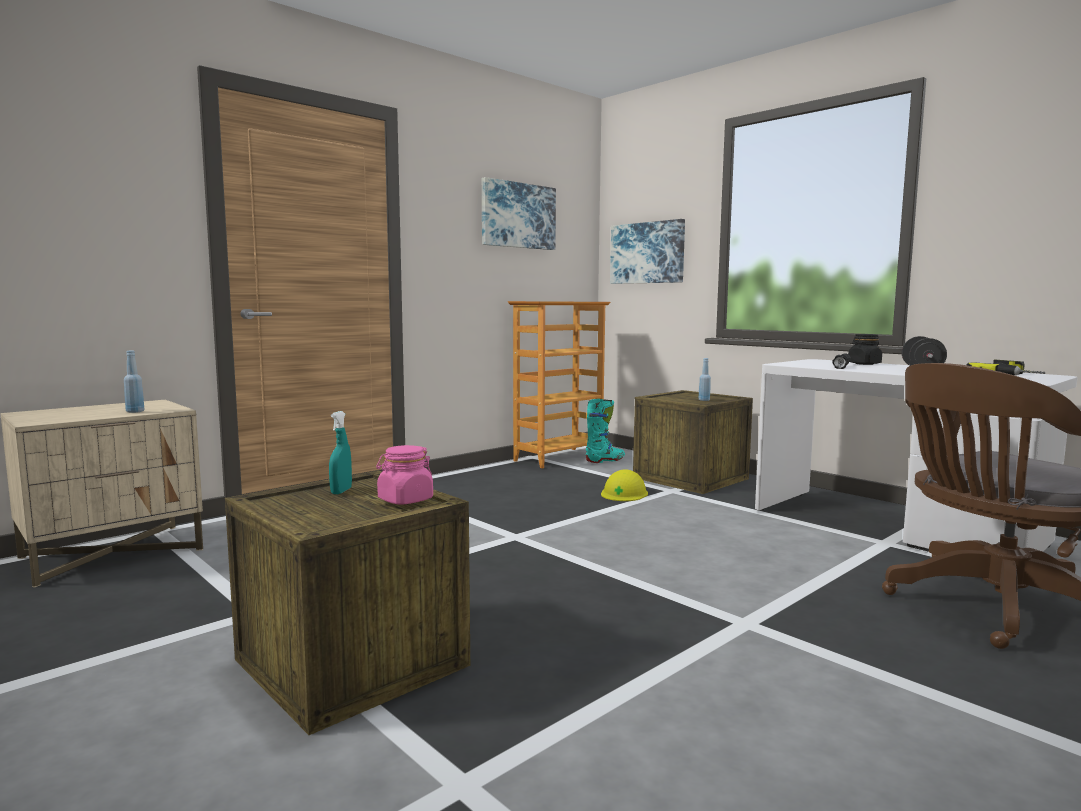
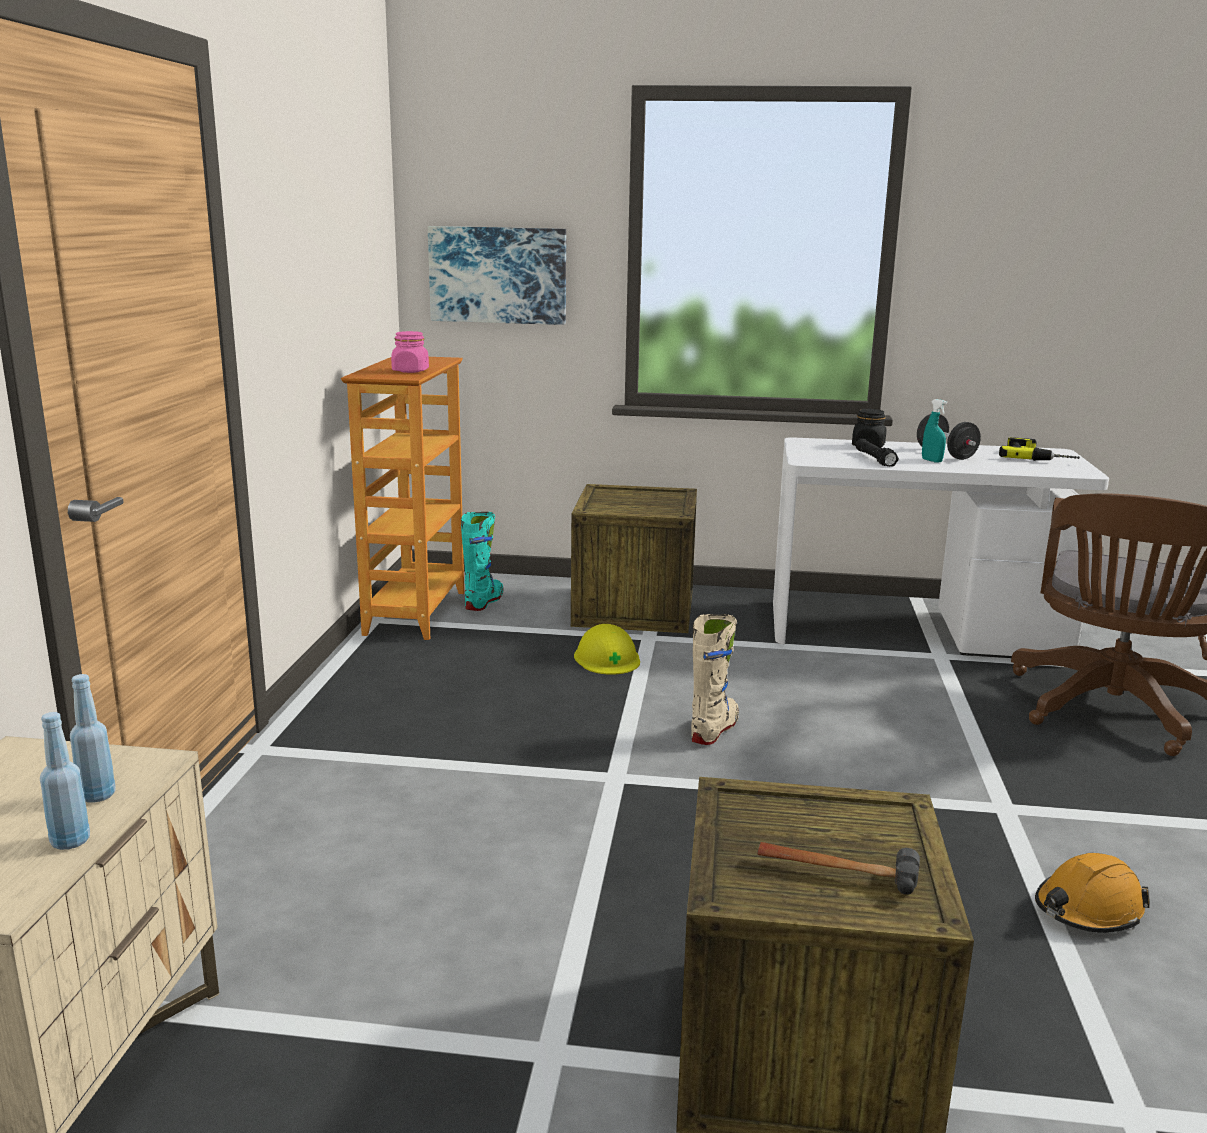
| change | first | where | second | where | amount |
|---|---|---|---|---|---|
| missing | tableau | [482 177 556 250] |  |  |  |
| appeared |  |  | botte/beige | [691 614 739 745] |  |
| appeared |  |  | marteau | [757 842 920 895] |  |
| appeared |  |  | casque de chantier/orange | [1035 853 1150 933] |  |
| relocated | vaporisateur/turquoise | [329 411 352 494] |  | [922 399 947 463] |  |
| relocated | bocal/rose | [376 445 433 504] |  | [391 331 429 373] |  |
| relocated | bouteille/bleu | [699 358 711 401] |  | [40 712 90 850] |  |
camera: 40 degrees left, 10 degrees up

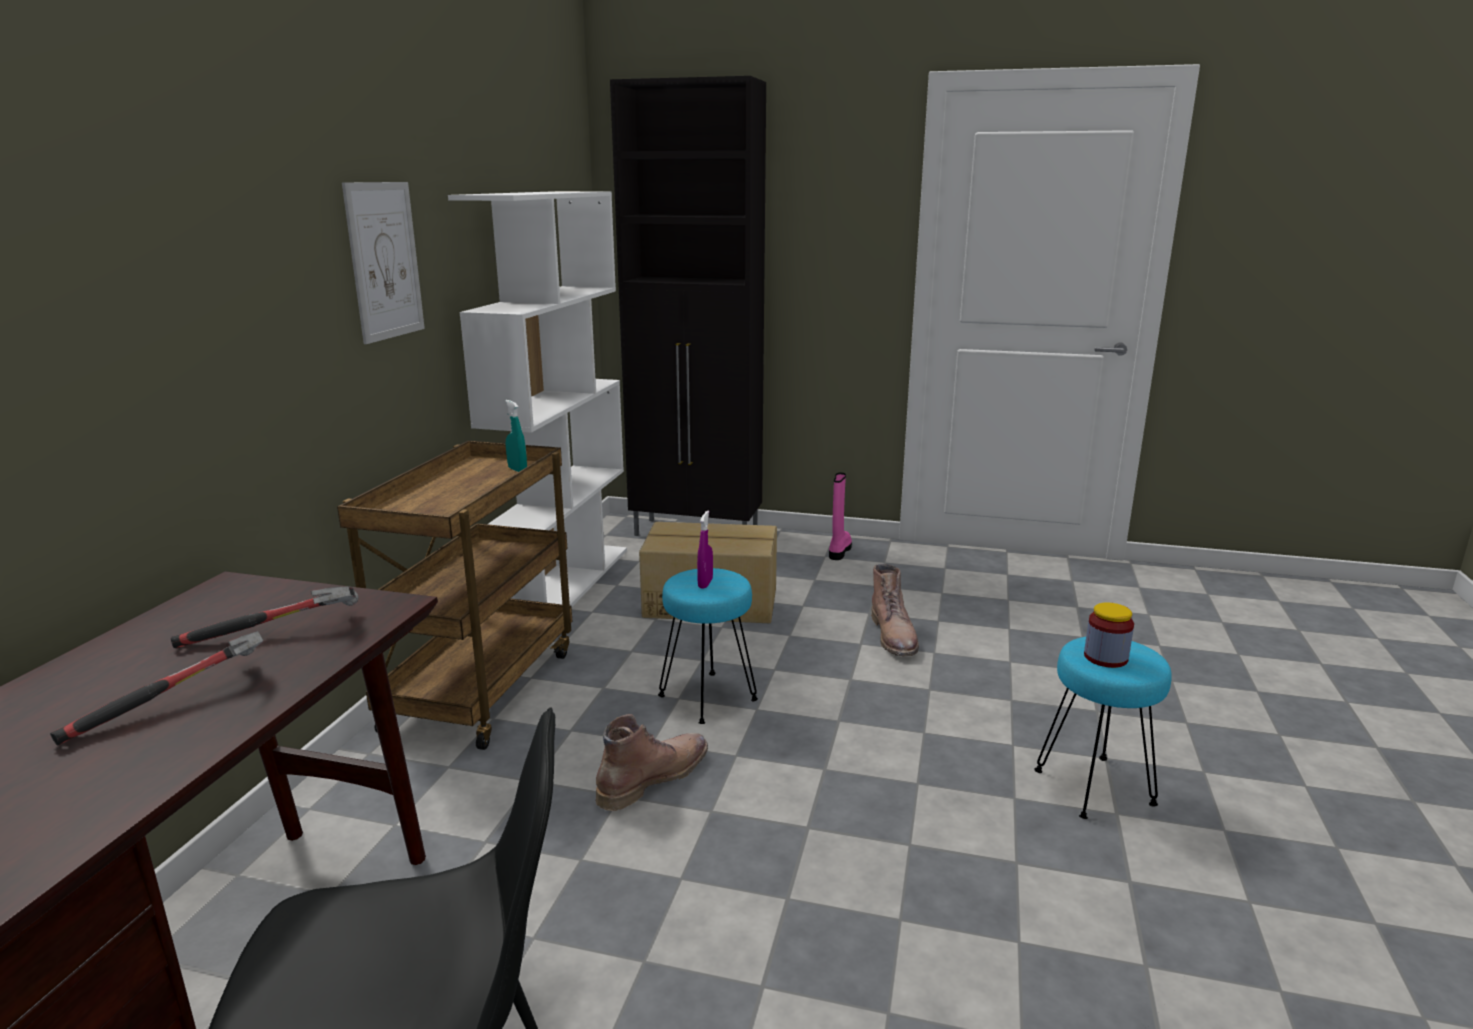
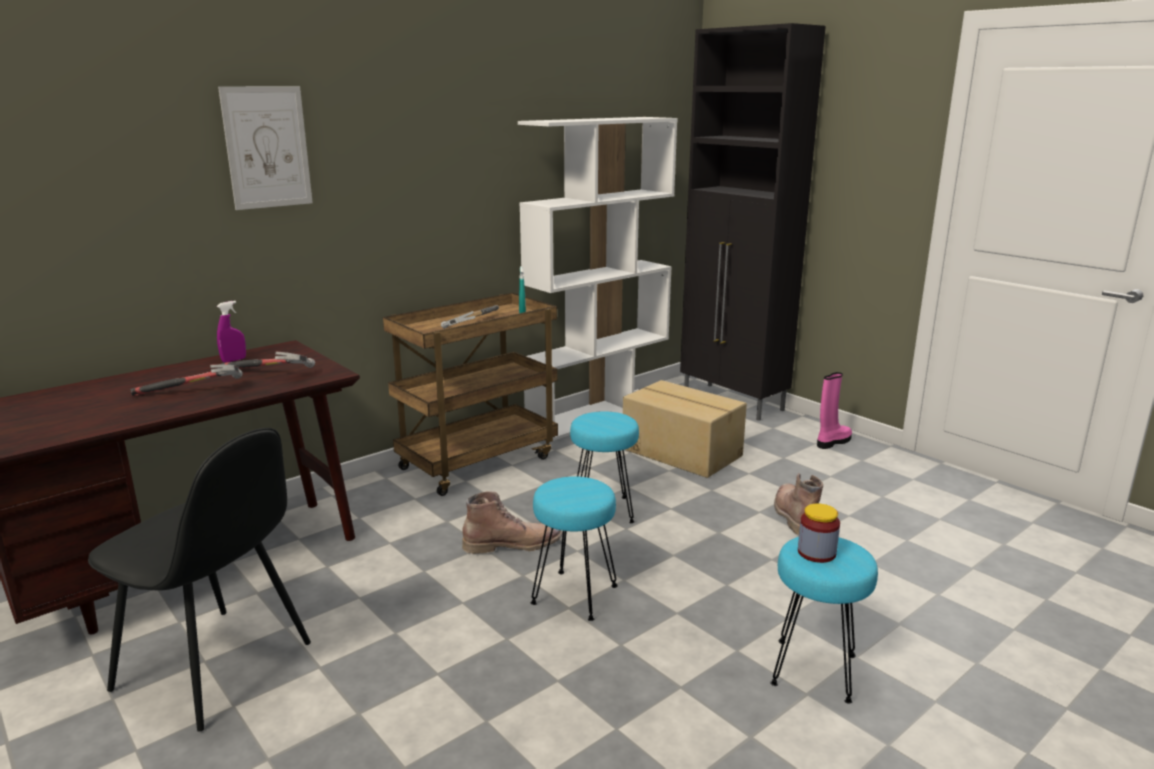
| change | first | where | second | where | amount |
|---|---|---|---|---|---|
| appeared |  |  | marteau | [441 305 499 329] |  |
| appeared |  |  | tabouret/turquoise | [530 476 618 621] |  |
| relocated | tableau | [342 182 425 344] |  | [218 86 313 210] |  |
| relocated | vaporisateur/violet | [697 511 713 589] |  | [217 301 246 362] |  |
| spun | botte/marron | [871 563 919 657] |  | [774 473 823 535] | 150 degrees clockwise |
camera: 35 degrees right, 0 degrees up

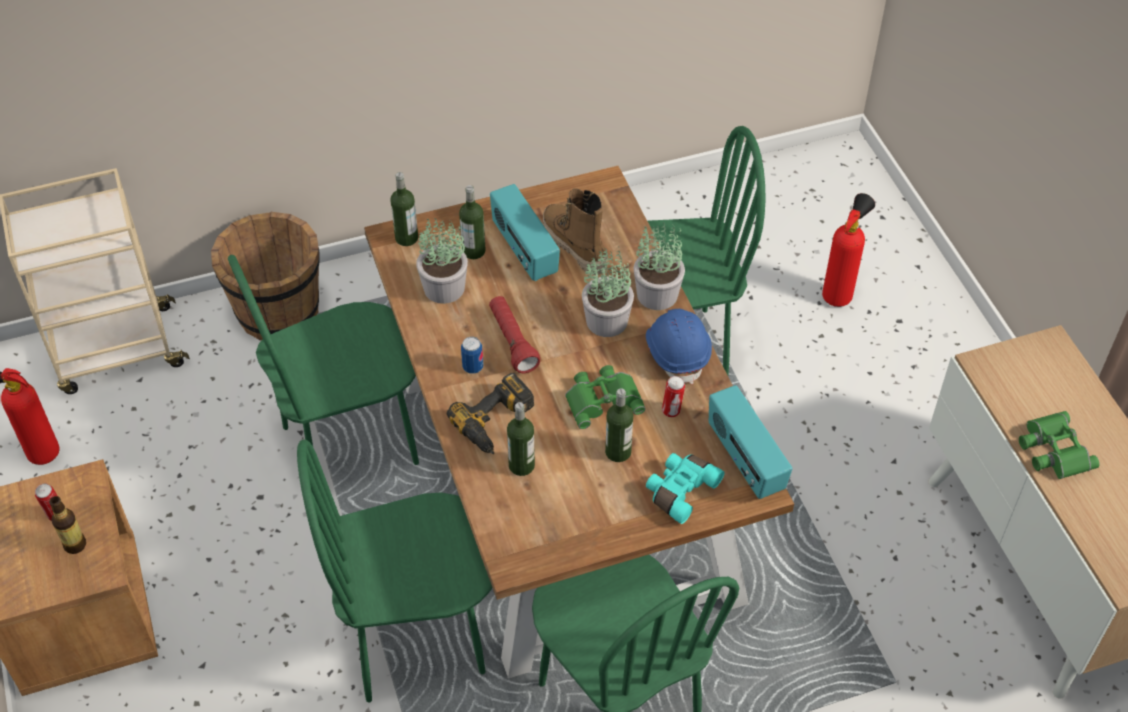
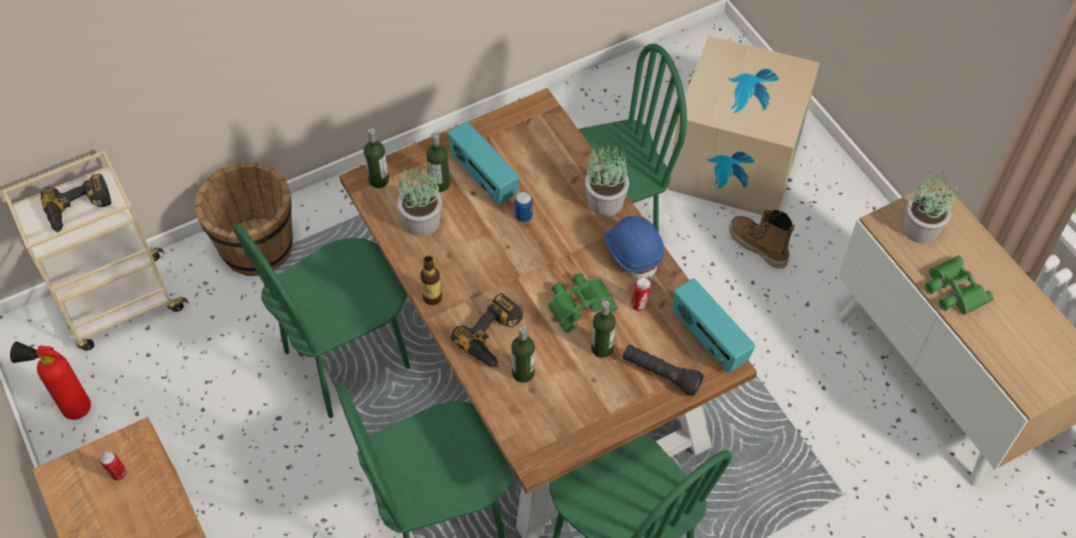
| change | first | where | second | where | amount |
|---|---|---|---|---|---|
| missing | lampe de poche/rouge | [489 296 540 373] |  |  |  |
| appeared |  |  | perceuse | [40 174 111 233] |  |
| relocated | bouteille | [49 496 86 554] |  | [420 256 442 305] |  |
| relocated | boîte métallique | [461 337 483 374] |  | [515 192 533 222] |  |
| relocated | botte | [543 188 607 275] |  | [729 209 795 269] |  |
| relocated | plante en pot | [582 248 634 337] |  | [903 170 957 244] |  |
| exchanged | jumelles/turquoise | [646 453 725 524] | lampe de poche/noir | [623 344 704 396] |  |
| exchanged | extincteur | [822 193 875 307] | carton | [668 35 820 215] |  |
camera: 10 degrees left, 5 degrees up

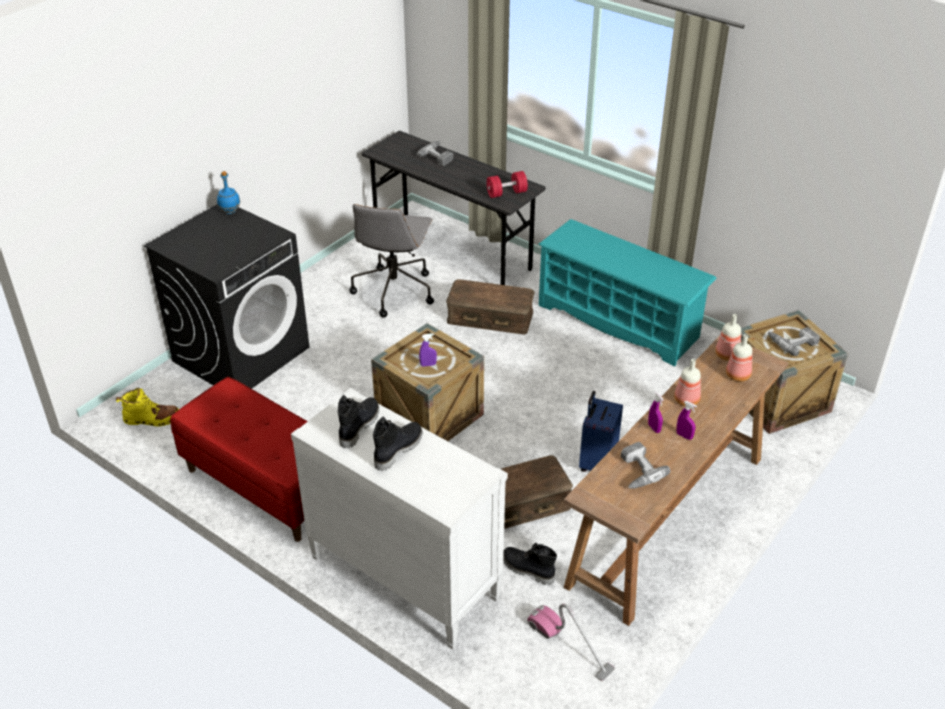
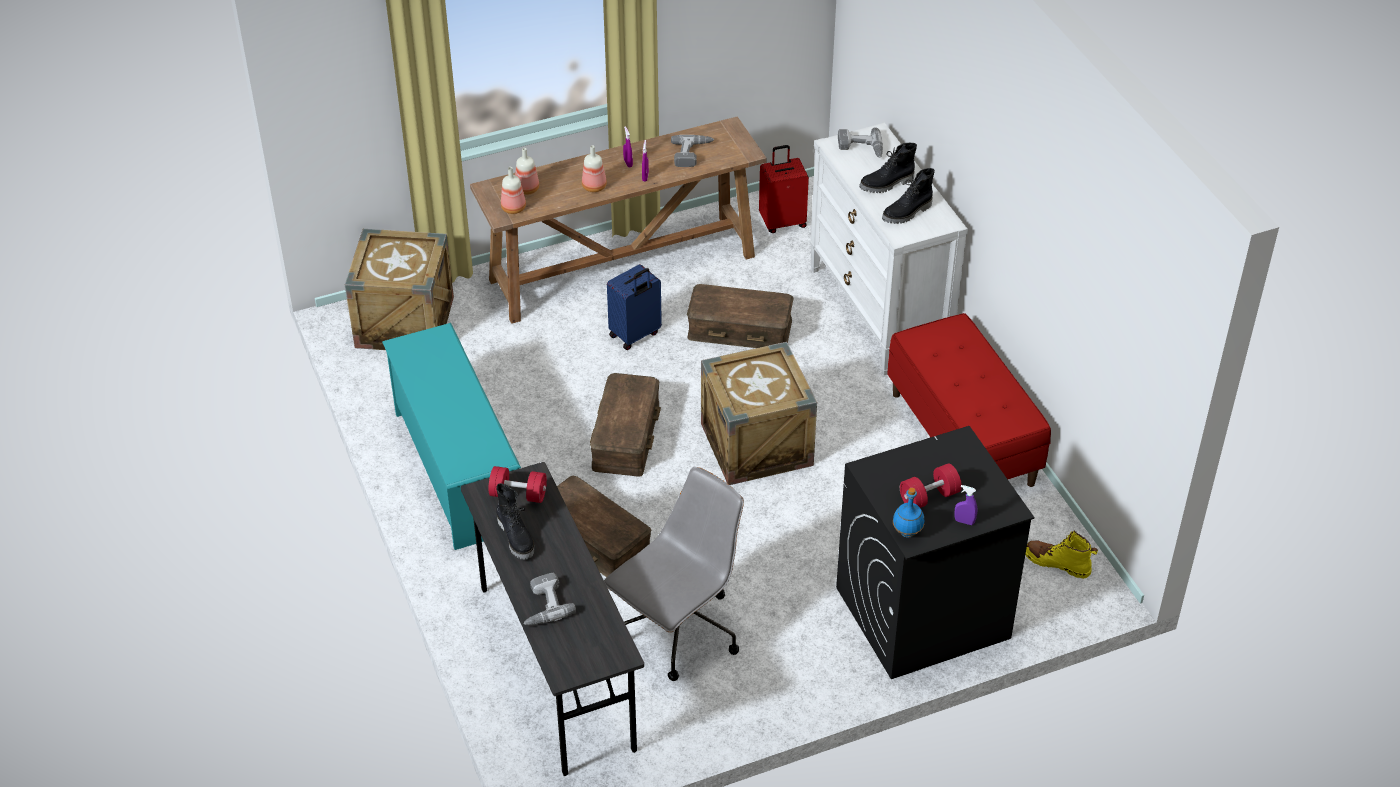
| change | first | where | second | where | amount |
|---|---|---|---|---|---|
| appeared |  |  | boîte de rangement/marron | [590 373 661 477] |  |
| appeared |  |  | haltère/rouge | [900 463 962 508] |  |
| relocated | vaporisateur/violet | [419 333 437 367] |  | [954 485 977 525] |  |
| relocated | botte/noir | [503 543 557 585] |  | [496 483 534 560] |  |
| relocated | perceuse | [768 327 820 356] |  | [838 127 883 158] |  |
| exchanged | aspirateur | [527 604 615 681] | valise/rouge | [759 145 809 233] |  |
camera: 150 degrees left, 5 degrees up

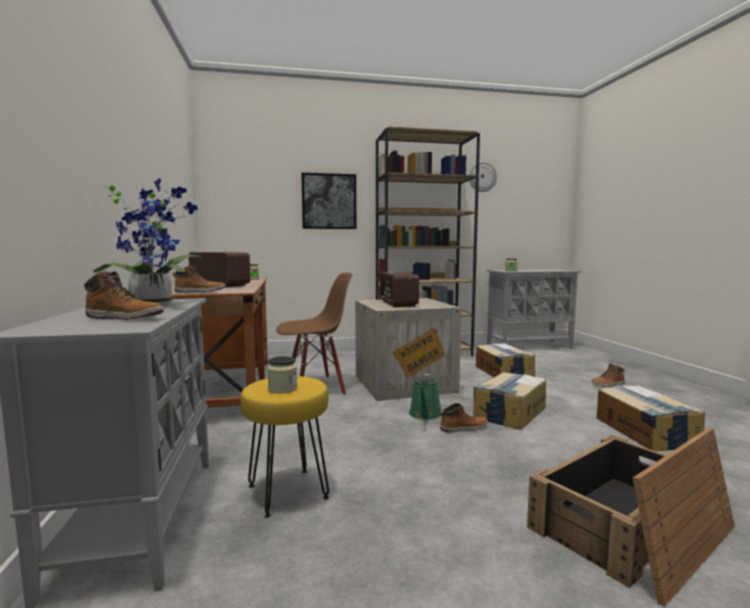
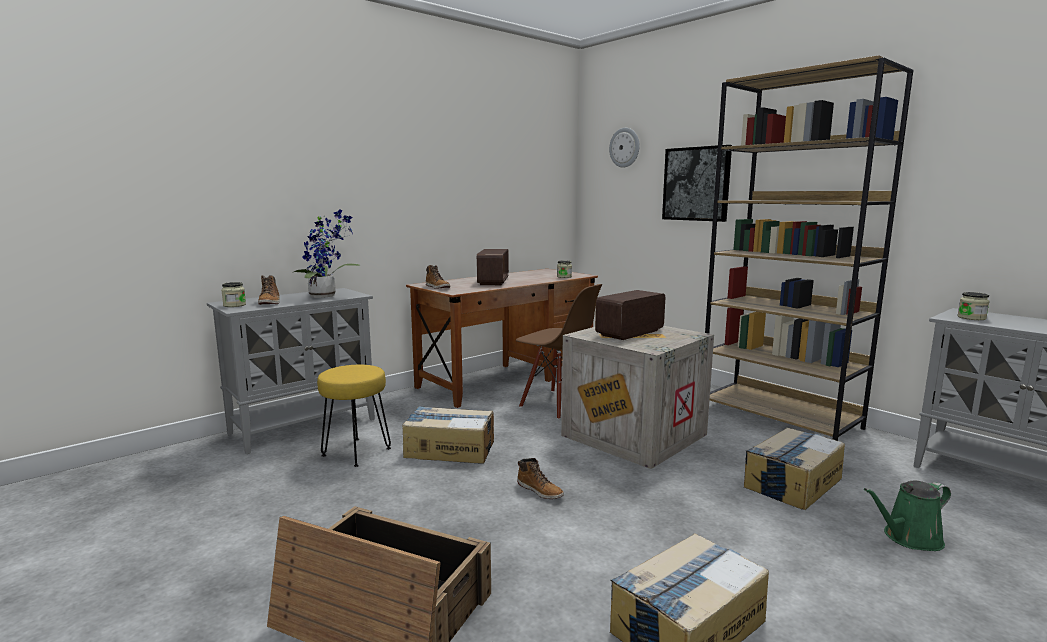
| change | first | where | second | where | amount |
|---|---|---|---|---|---|
| missing | botte | [591 364 625 387] |  |  |  |
| relocated | bocal | [267 356 297 393] |  | [221 282 246 307] |  |
| relocated | arrosoir/vert | [409 374 442 420] |  | [864 481 951 551] |  |
| relocated | horloge murale | [469 161 497 192] |  | [609 128 640 168] |  |
| relocated | carton | [473 372 546 430] |  | [403 406 494 464] |  |
camera: 60 degrees right, 5 degrees up

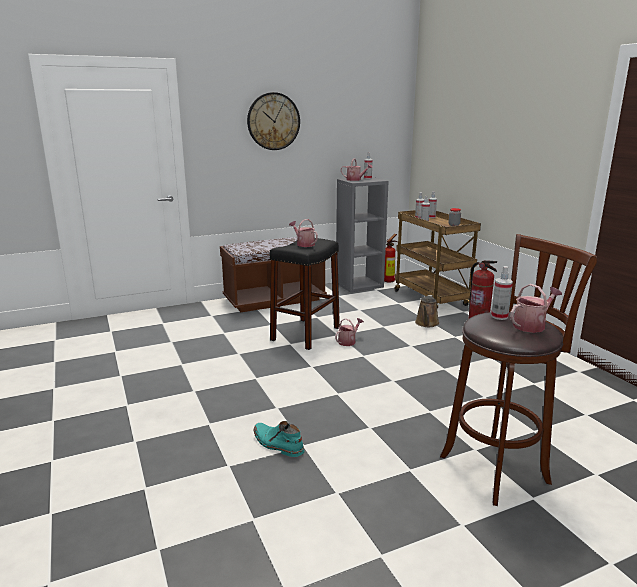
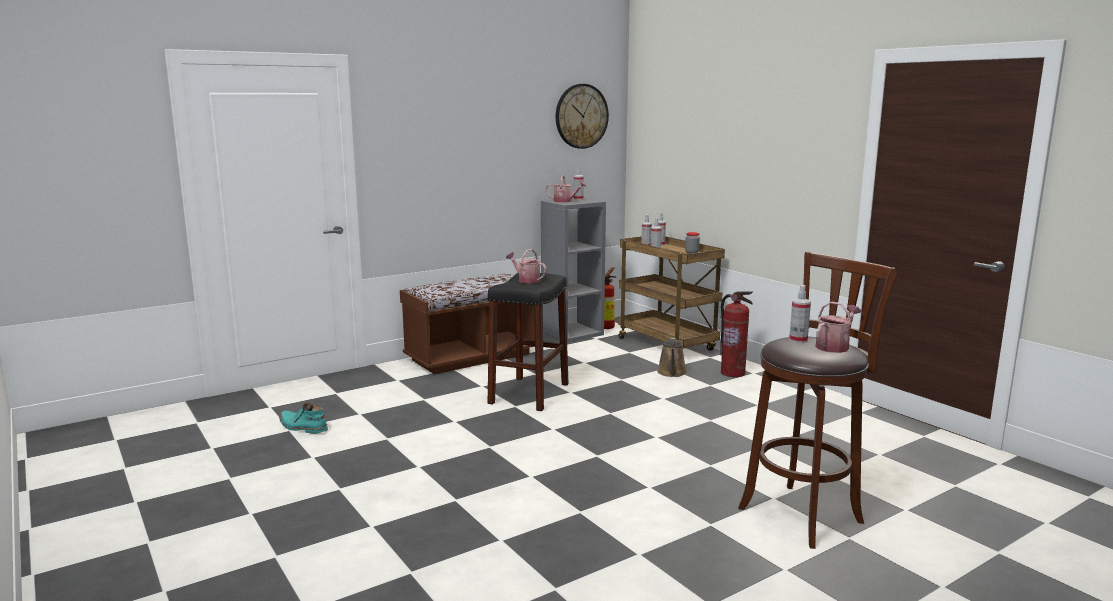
| change | first | where | second | where | amount |
|---|---|---|---|---|---|
| missing | arrosoir | [335 318 364 346] |  |  |  |
| relocated | horloge murale | [247 92 300 150] |  | [556 84 609 149] |  |
| relocated | botte/turquoise | [254 421 304 457] |  | [279 403 328 434] |  |
camera: 10 degrees left, 5 degrees down

